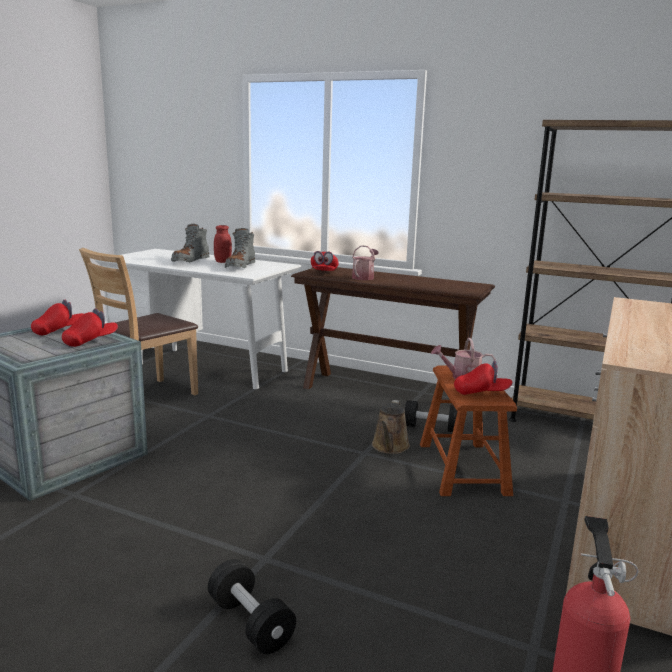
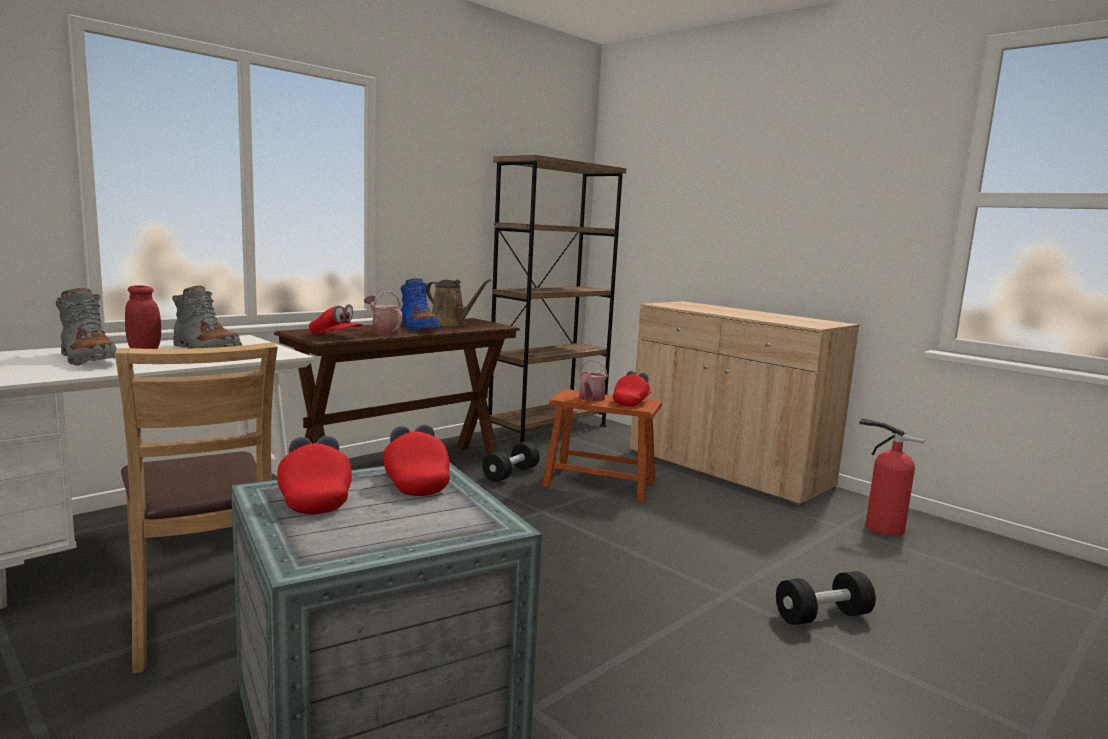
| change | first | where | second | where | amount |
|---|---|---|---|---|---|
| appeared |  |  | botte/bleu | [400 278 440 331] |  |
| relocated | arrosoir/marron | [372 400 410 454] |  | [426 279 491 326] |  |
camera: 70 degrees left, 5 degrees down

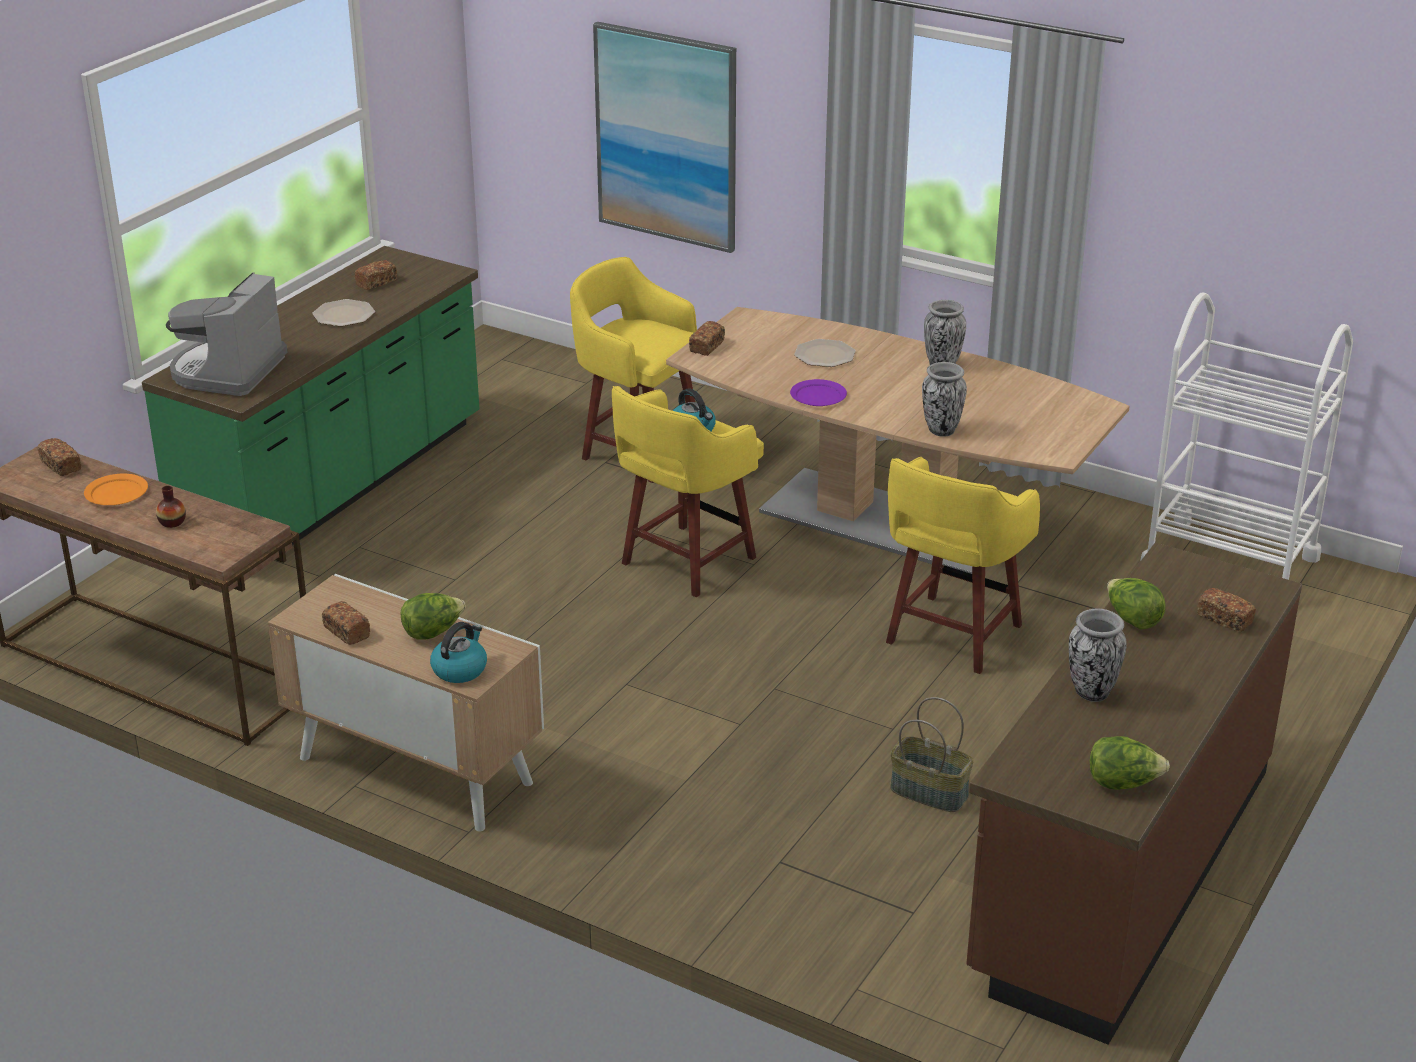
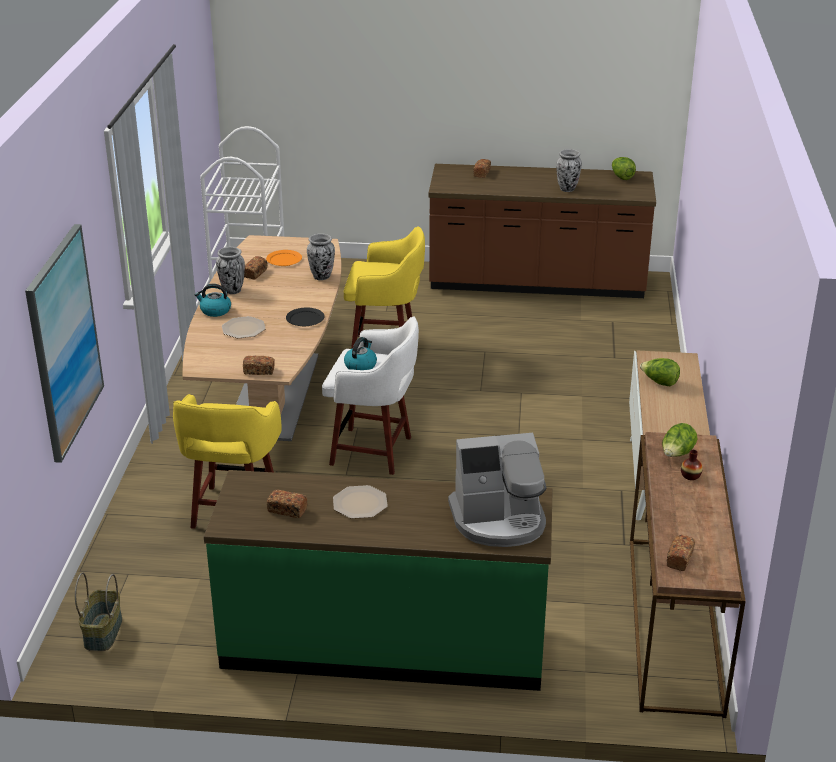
| change | first | where | second | where | amount |
|---|---|---|---|---|---|
| relocated | assiette/orange | [84 474 148 505] |  | [266 250 302 266] |  |
| relocated | pain | [322 601 370 645] |  | [244 256 268 280] |  |
| relocated | bouilloire | [430 622 487 683] |  | [195 284 231 317] |  |
| relocated | panier | [890 697 973 812] |  | [75 572 122 651] |  |
| relocated | laitue | [1107 578 1166 630] |  | [662 423 697 457] |  |
| colour | tabouret/jaune | [612 386 764 597] | tabouret/blanc | [322 317 419 475] |  |
| colour | assiette/violet | [790 379 847 406] | assiette/noir | [286 308 325 326] |  |
camera: 115 degrees left, 0 degrees up

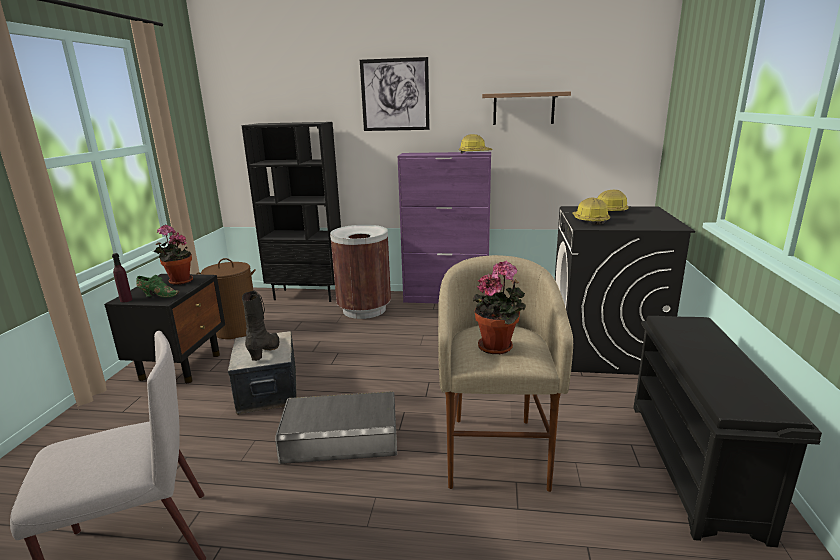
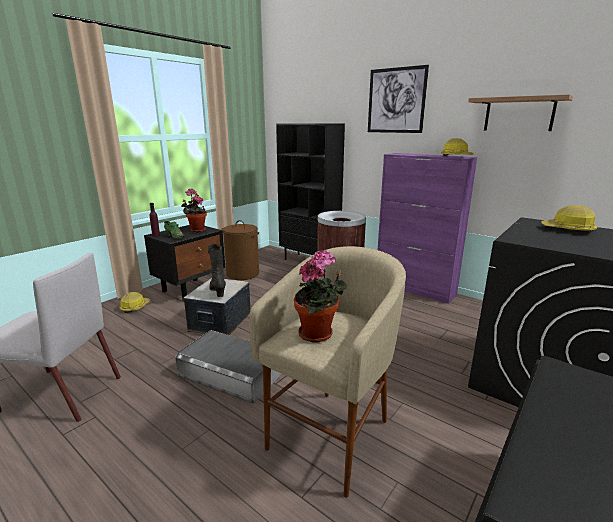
| change | first | where | second | where | amount |
|---|---|---|---|---|---|
| relocated | casque de chantier | [572 197 610 225] |  | [120 292 150 313] |  |
| spun | botte/noir | [242 290 279 361] |  | [208 244 226 297] | 60 degrees counterclockwise |
camera: 30 degrees right, 0 degrees up

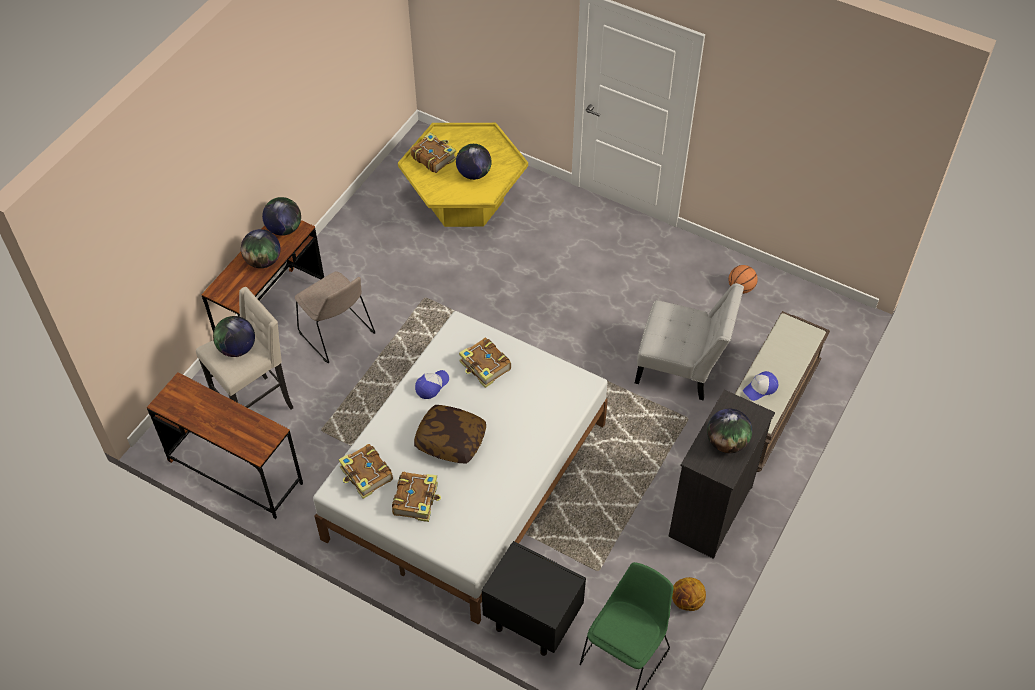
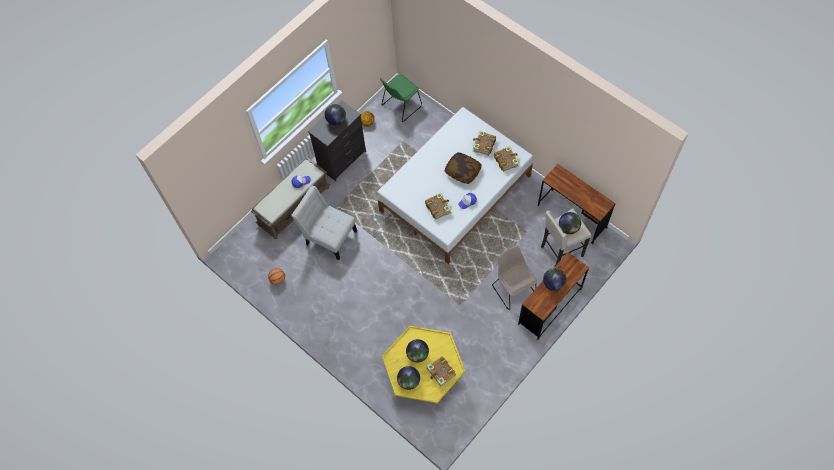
| change | first | where | second | where | amount |
|---|---|---|---|---|---|
| missing | table de chevet/noir | [481 541 586 656] |  |  |  |
| relocated | globe | [262 197 301 236] |  | [397 366 420 390] |  |
camera: 165 degrees left, 10 degrees up

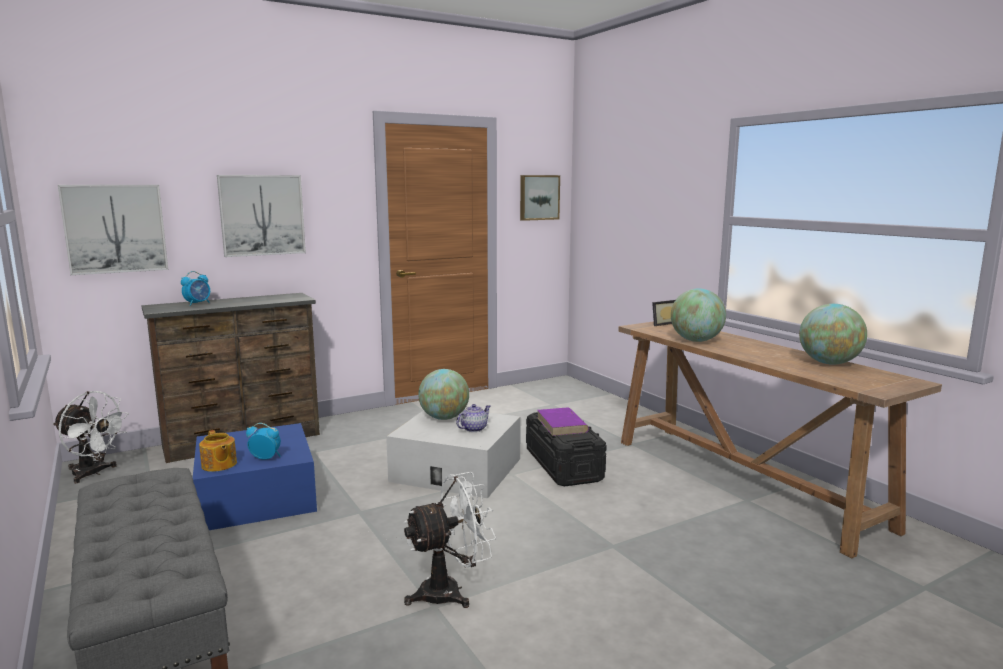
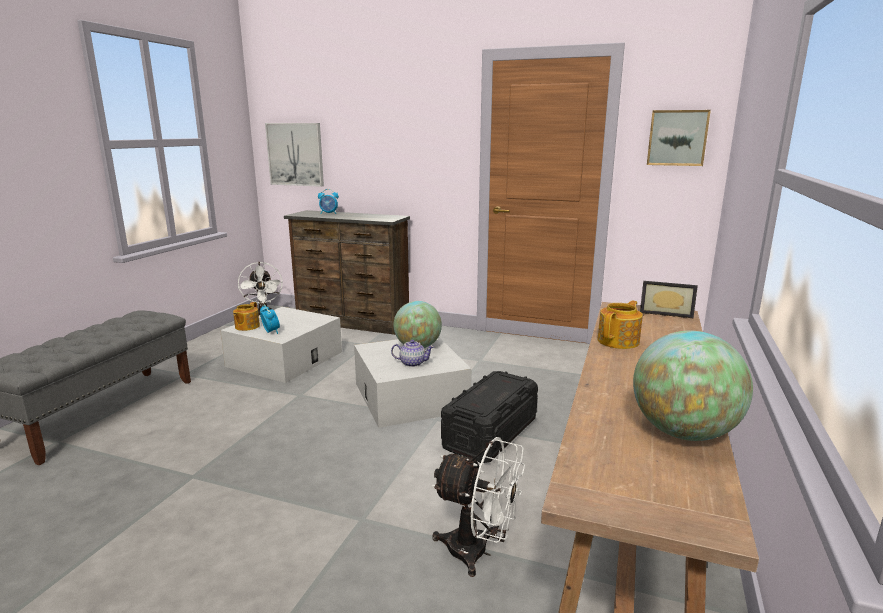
| change | first | where | second | where | amount |
|---|---|---|---|---|---|
| missing | tableau | [217 175 306 257] |  |  |  |
| missing | livre/violet | [537 408 589 436] |  |  |  |
| relocated | ventilateur/blanc | [403 472 496 608] |  | [431 437 525 577] |  |
| exchanged | globe | [671 288 726 342] | théière | [597 300 643 349] |  |
| colour | boîte de rangement/bleu | [193 423 317 530] | boîte de rangement/blanc | [220 307 342 383] |  |
camera: 50 degrees right, 5 degrees up

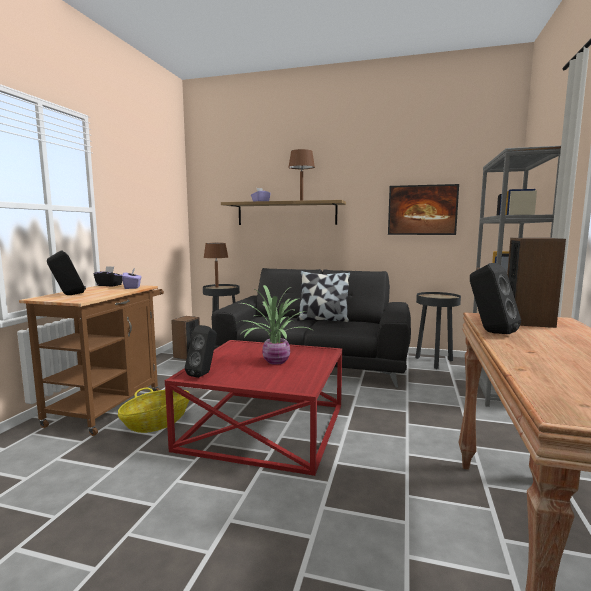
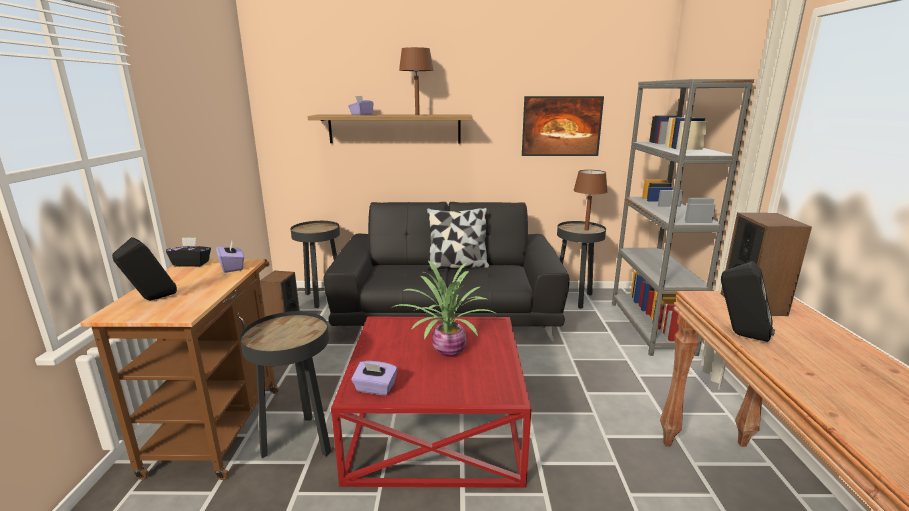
| change | first | where | second | where | amount |
|---|---|---|---|---|---|
| relocated | lampe de table/marron | [204 243 228 288] |  | [574 170 608 231] |  |
| exchanged | panier | [118 388 189 433] | table d'appoint/noir | [240 311 331 458] |  |
| exchanged | enceinte/noir | [185 325 217 378] | boîte à mouchoirs/violet | [351 361 397 395] |  |
camera: 15 degrees left, 10 degrees up

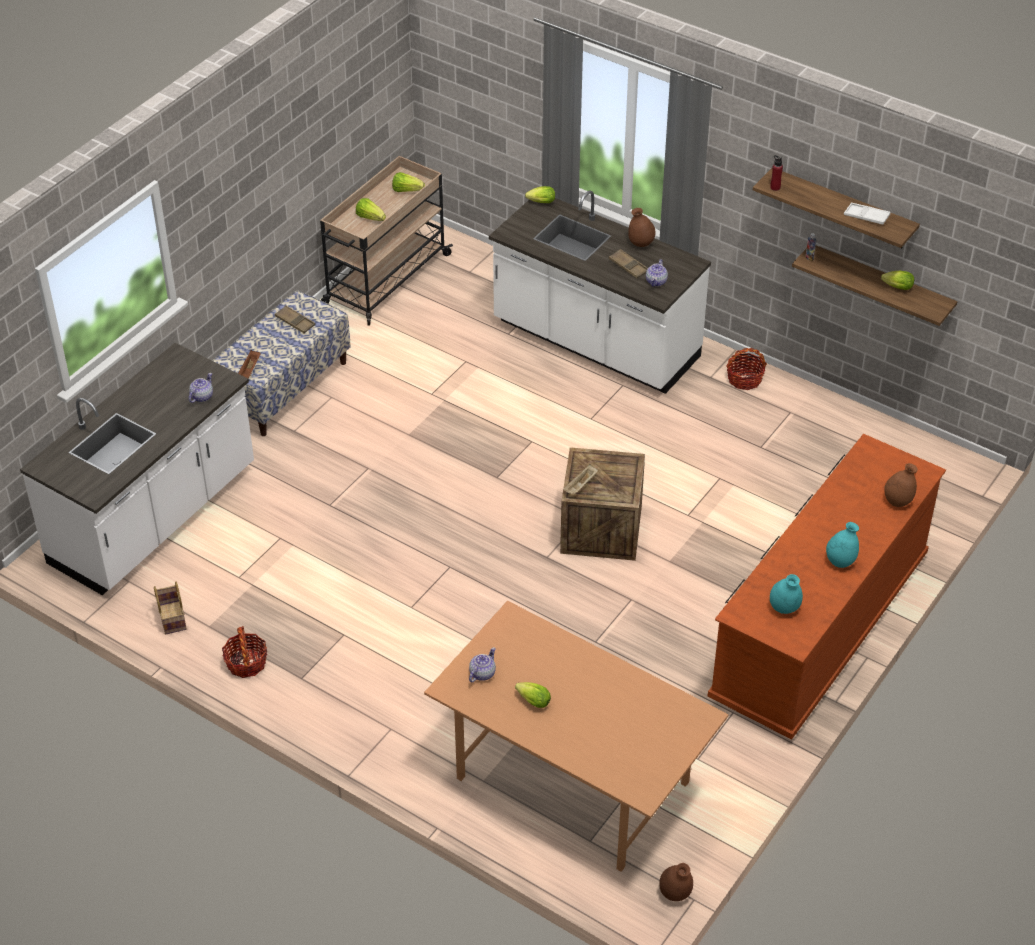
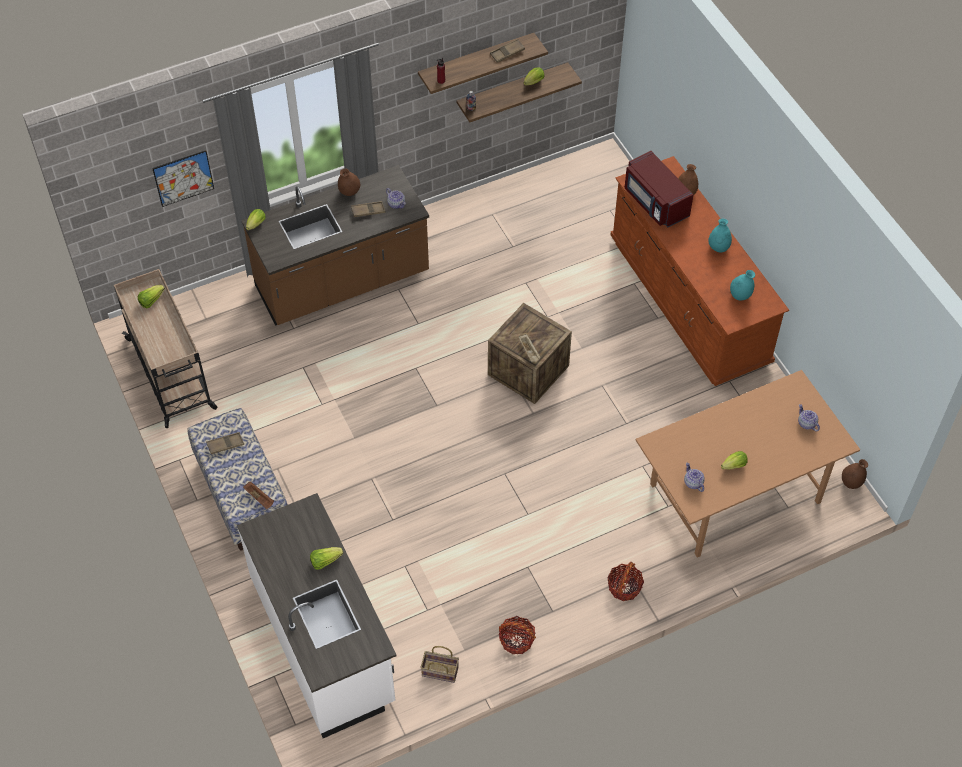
| change | first | where | second | where | amount |
|---|---|---|---|---|---|
| appeared |  |  | tableau | [152 150 214 207] |  |
| appeared |  |  | micro-ondes/rouge | [625 151 693 227] |  |
| relocated | théière | [189 373 213 403] |  | [798 404 820 432] |  |
| relocated | laitue | [356 198 386 221] |  | [310 547 343 570] |  |
| relocated | panier | [726 348 767 390] |  | [607 562 644 601] |  |
| colour | comptoir de cuisine/blanc | [489 190 711 394] | comptoir de cuisine/marron | [241 165 429 326] |  |
| colour | plateau/blanc | [844 203 890 224] | plateau/marron | [490 39 525 63] |  |
camera: 60 degrees left, 10 degrees up

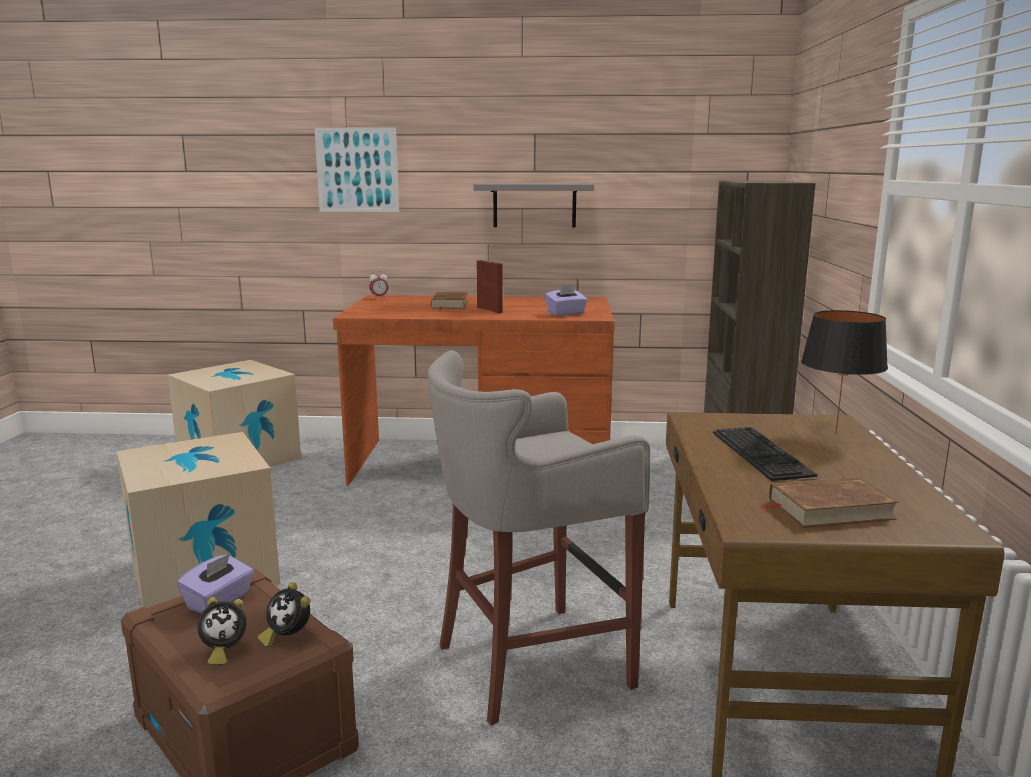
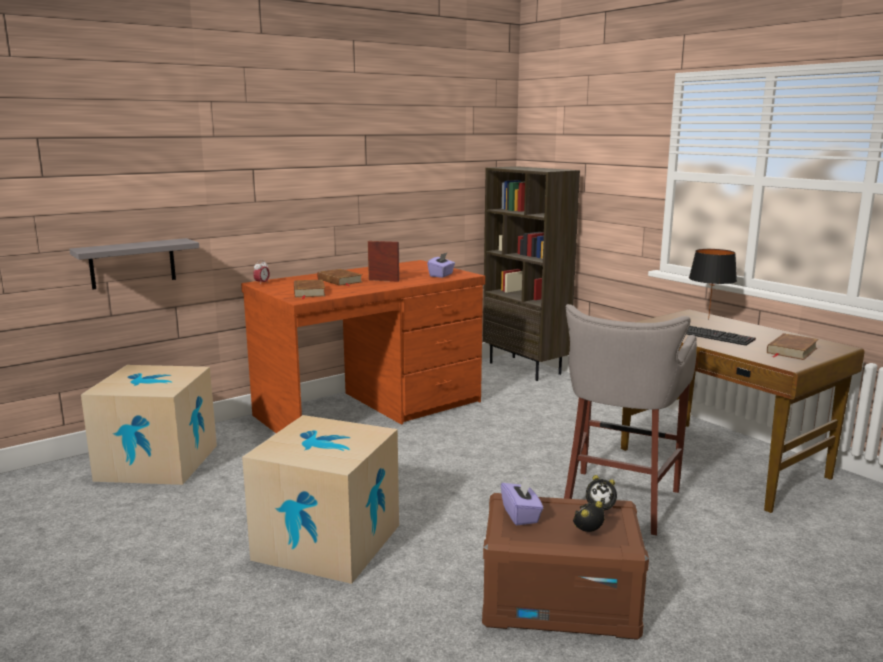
| change | first | where | second | where | amount |
|---|---|---|---|---|---|
| missing | tableau | [314 127 399 212] |  |  |  |
| appeared |  |  | livre/marron | [294 279 325 299] |  |
| relocated | étagère/gris | [473 183 594 227] |  | [69 238 199 289] |  |
| spun | réveil | [197 597 246 665] |  | [573 501 605 532] | 150 degrees counterclockwise |
camera: 40 degrees left, 0 degrees up

